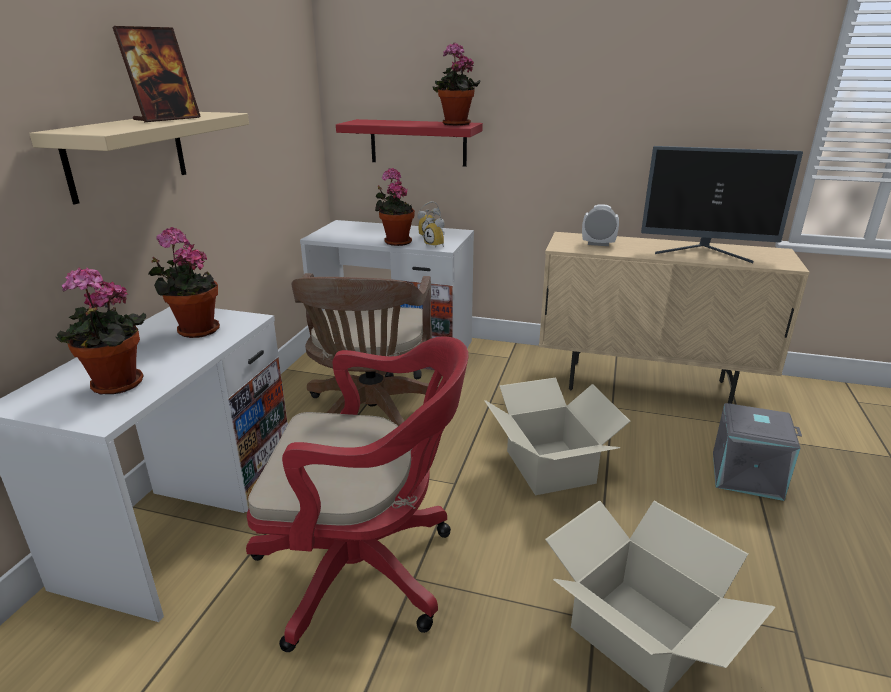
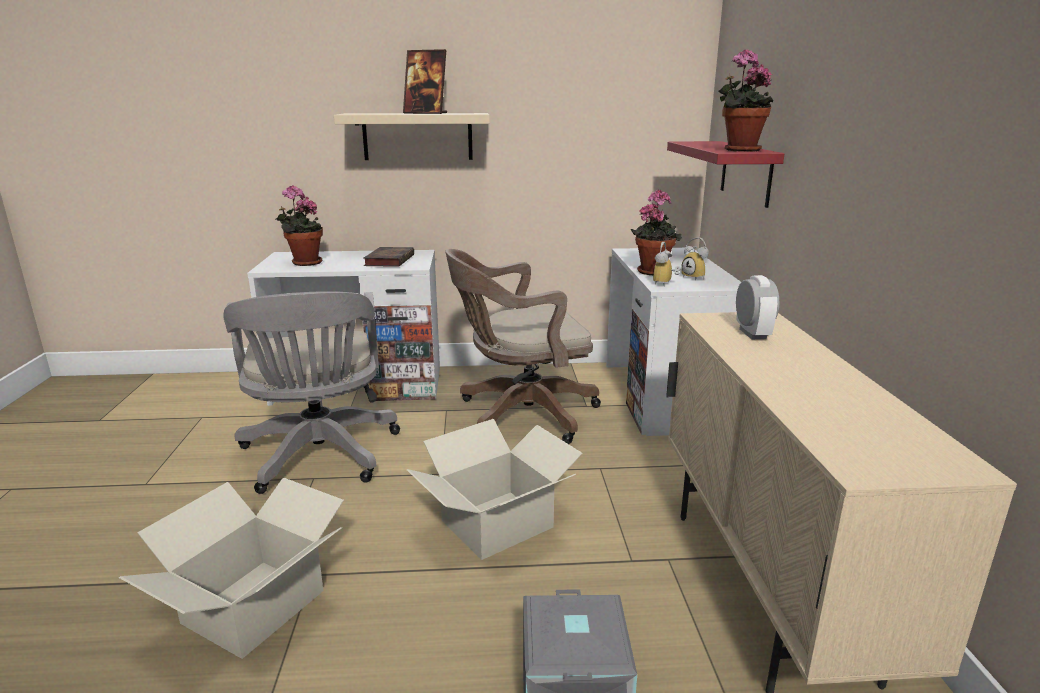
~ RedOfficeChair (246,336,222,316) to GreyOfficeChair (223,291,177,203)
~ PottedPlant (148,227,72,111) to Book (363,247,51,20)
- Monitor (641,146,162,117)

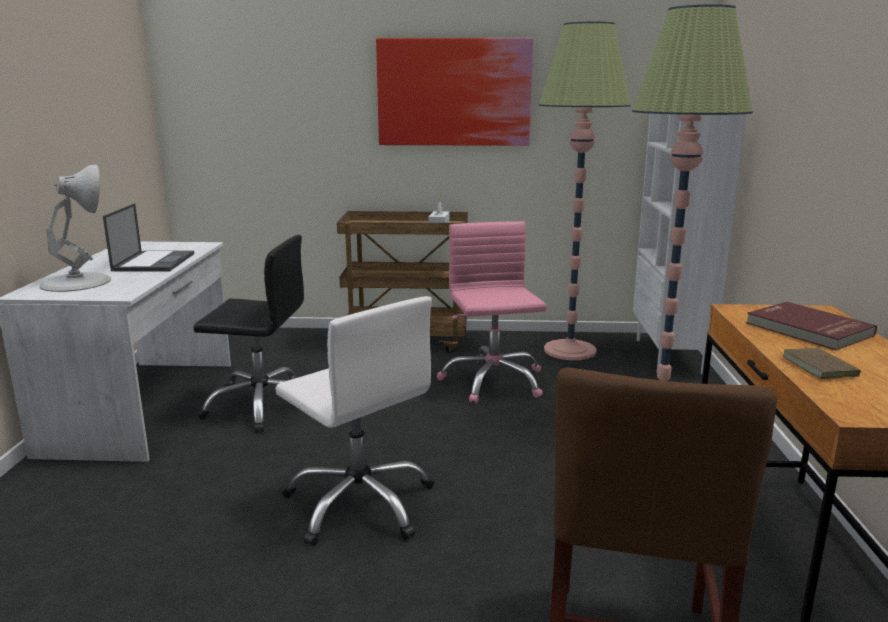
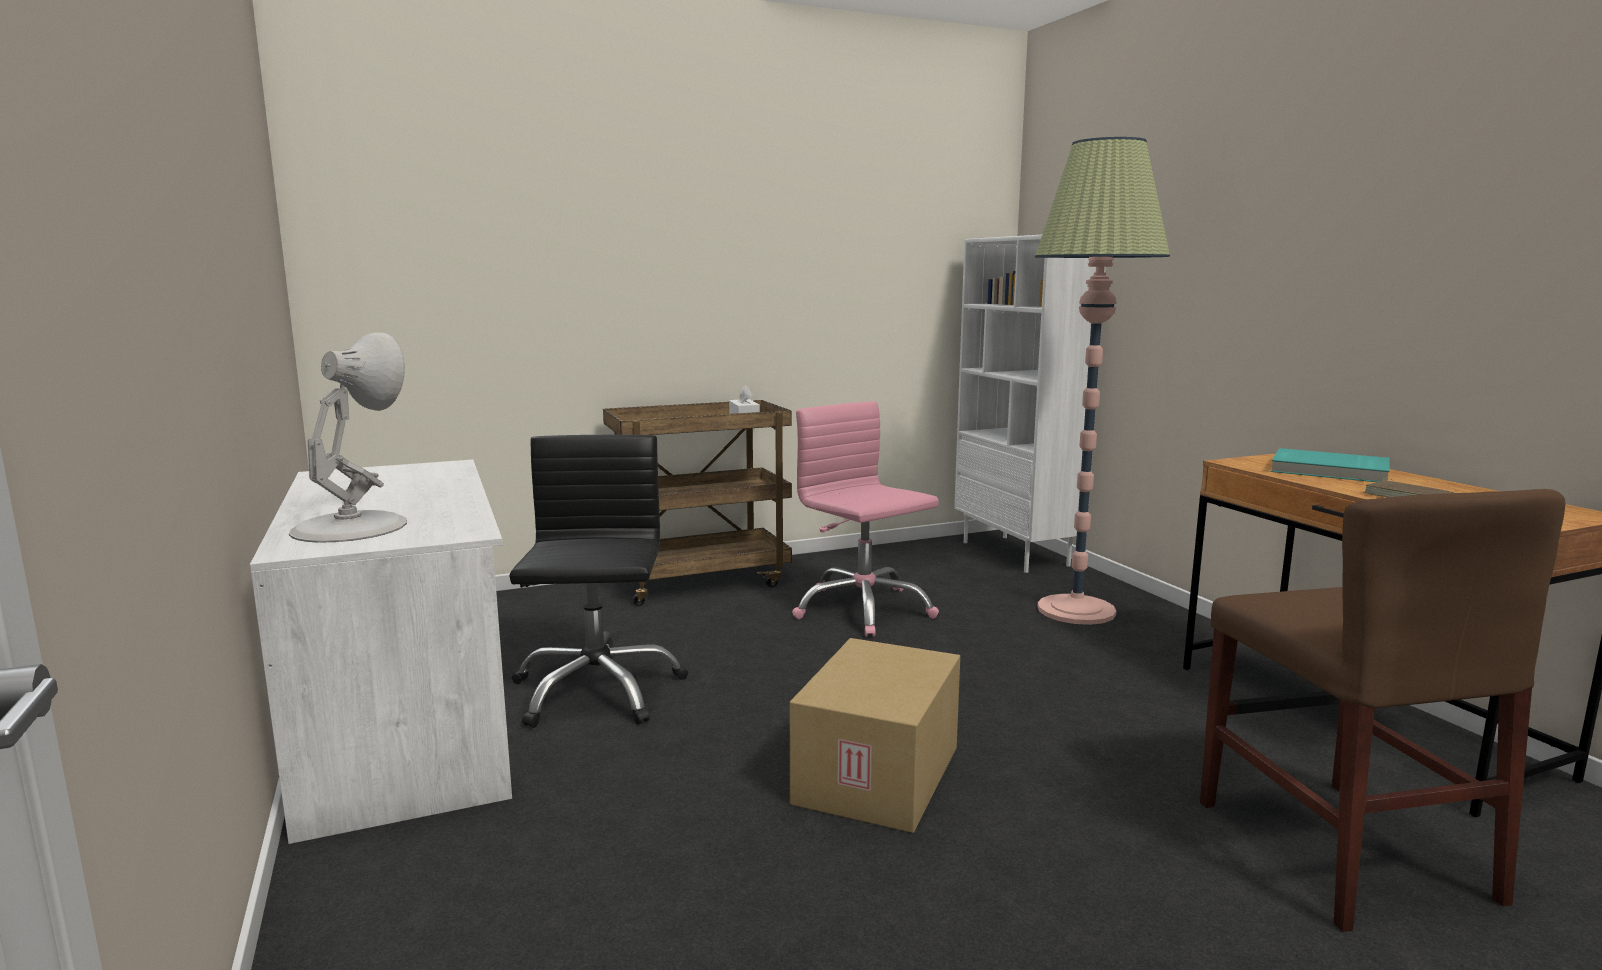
~ BlackOfficeChair (194,235,110,198) = (509,435,179,293) 75 degrees counterclockwise
~ WhiteOfficeChair (275,296,159,250) to CardboardBox (790,638,170,195)
~ RedBook (746,302,131,48) to TurquoiseBook (1271,448,119,34)
- Laptop (103,203,91,69)
- Picture (376,38,157,108)
- FloorLamp (539,22,92,338)

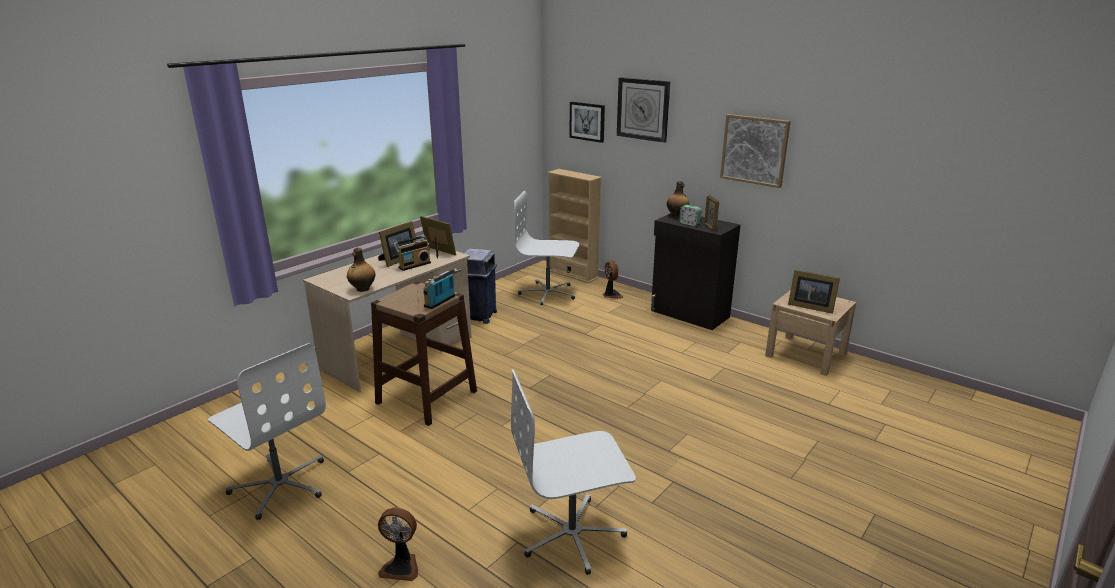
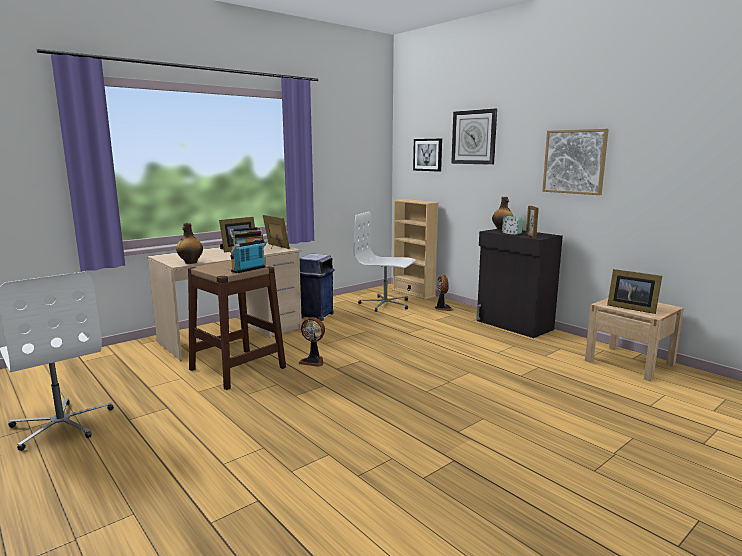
~ Fan (378,508,40,73) to (298,317,27,50)
- WhiteOfficeChair (511,369,125,206)

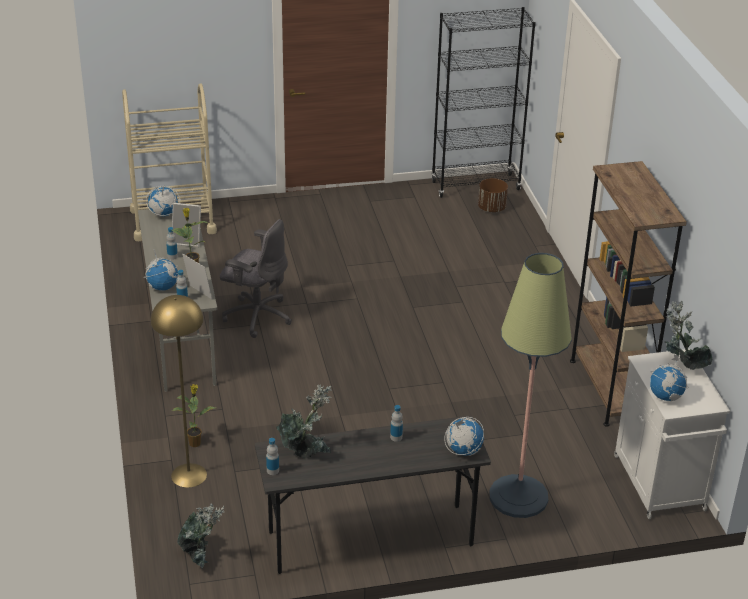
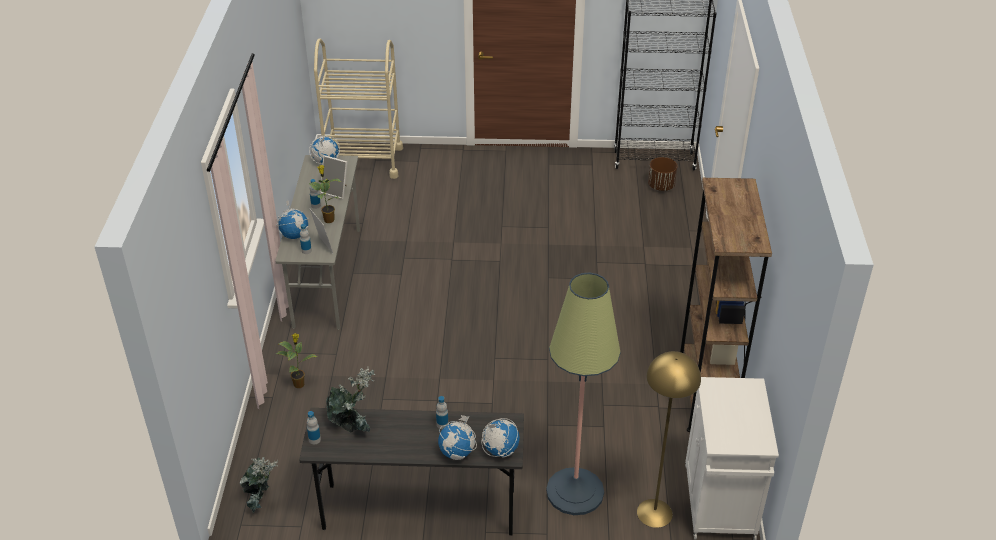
~ Globe (650,355,39,46) to (438,415,39,45)
~ YellowFloorLamp (151,295,56,193) to (637,351,64,177)
- GreyOfficeChair (220,219,72,119)
- PottedPlant (664,301,48,69)

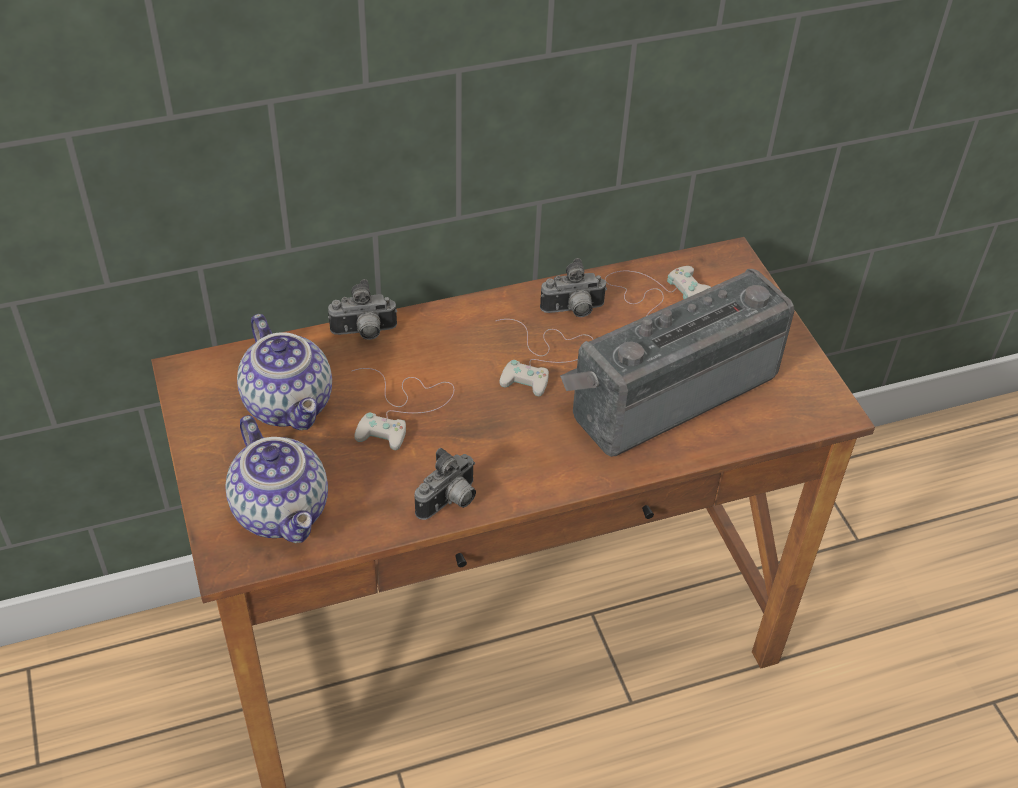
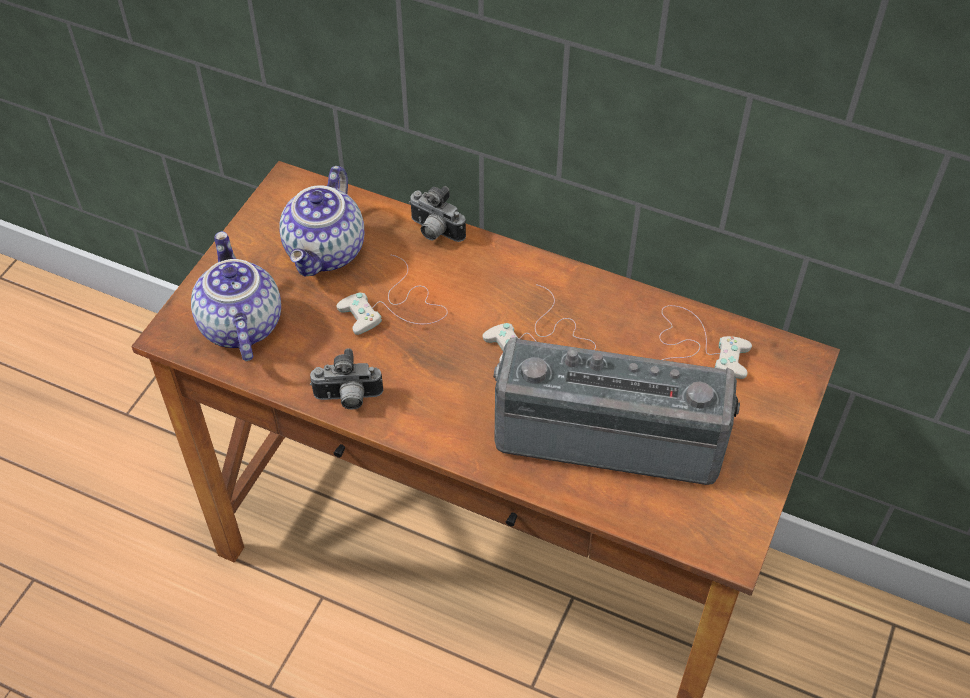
~ Teapot (225,415,103,128) = (191,231,90,130) 150 degrees clockwise
- PhotoCamera (540,258,67,59)

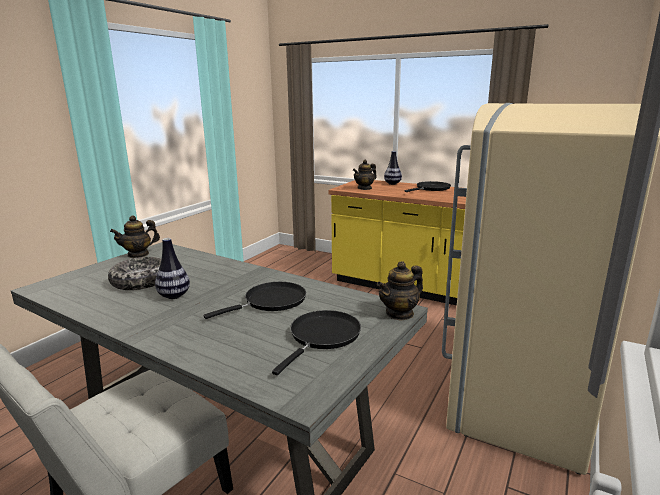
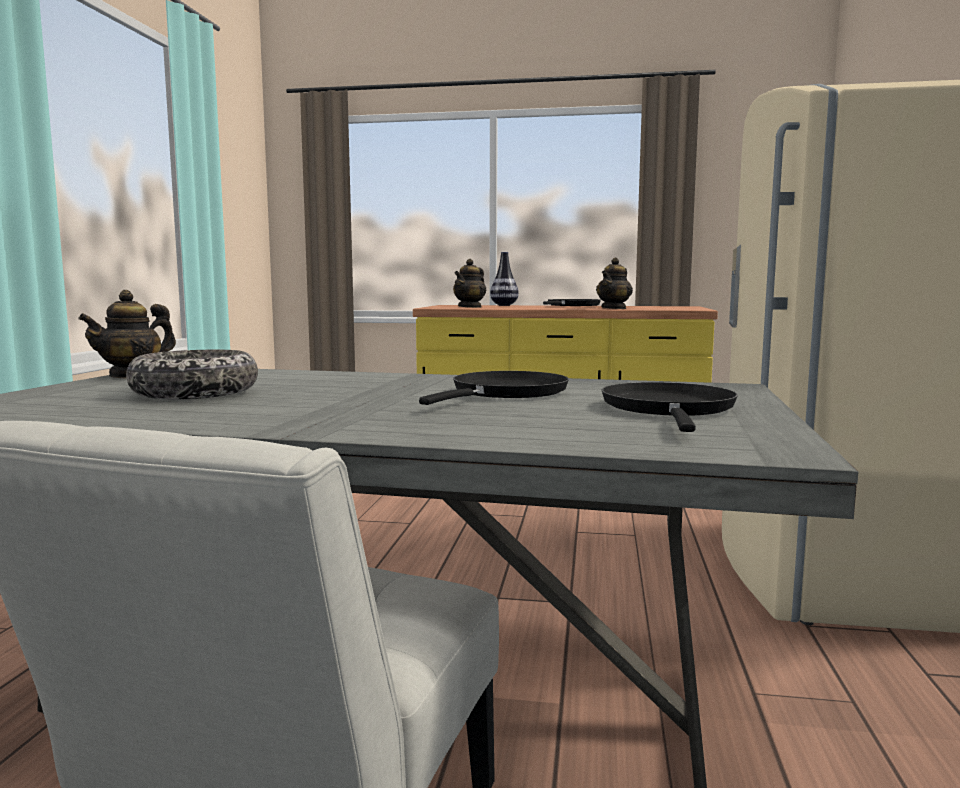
~ Teapot (377,261,46,60) to (596,258,37,51)
- Vase (155,238,35,61)

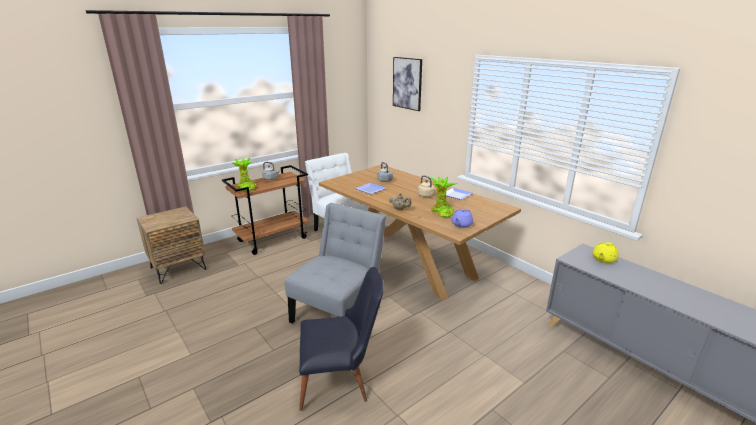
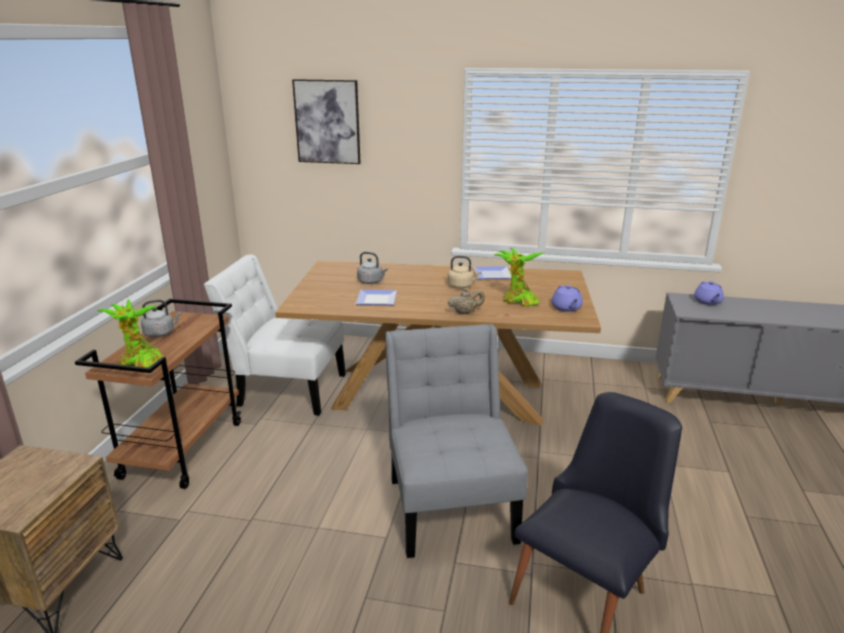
~ YellowTeapot (593,243,25,20) to PurpleTeapot (694,281,30,24)

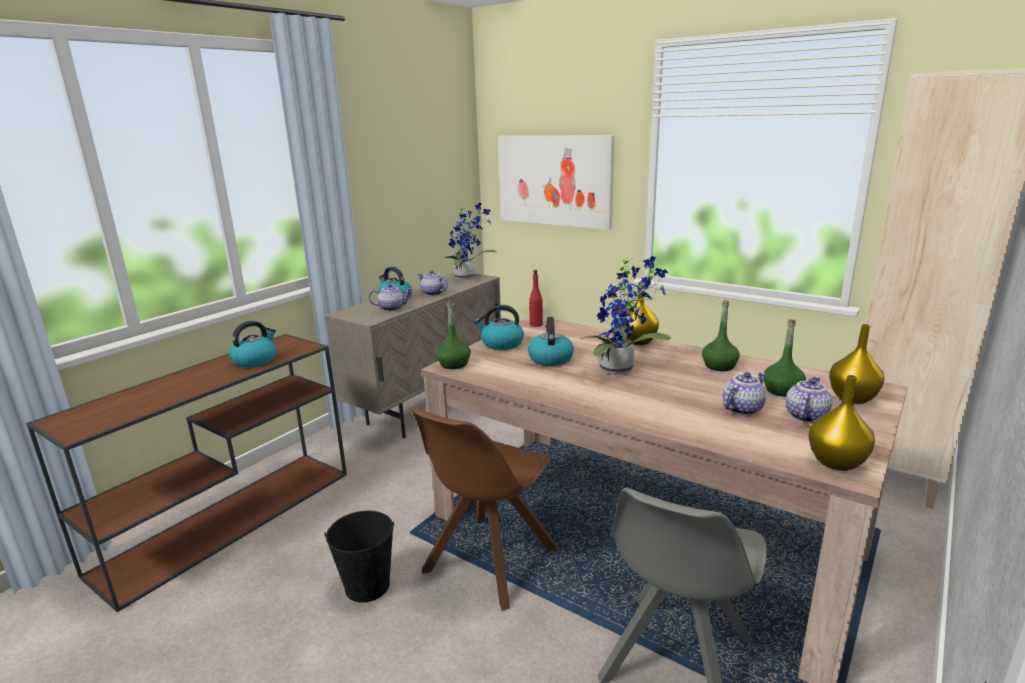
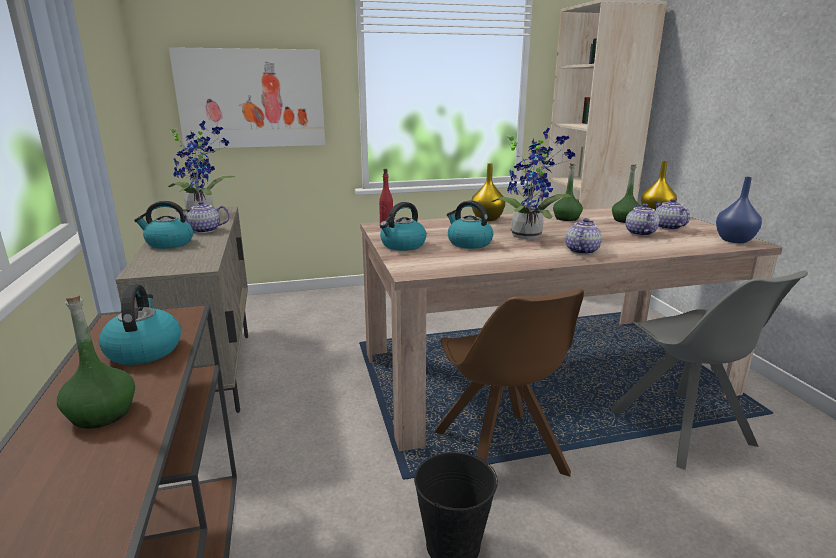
~ GreenBottle (436,301,35,68) to (57,295,78,134)
~ Teapot (369,284,43,27) to (566,218,36,37)
~ YellowVase (808,375,67,96) to BlueVase (716,177,46,66)

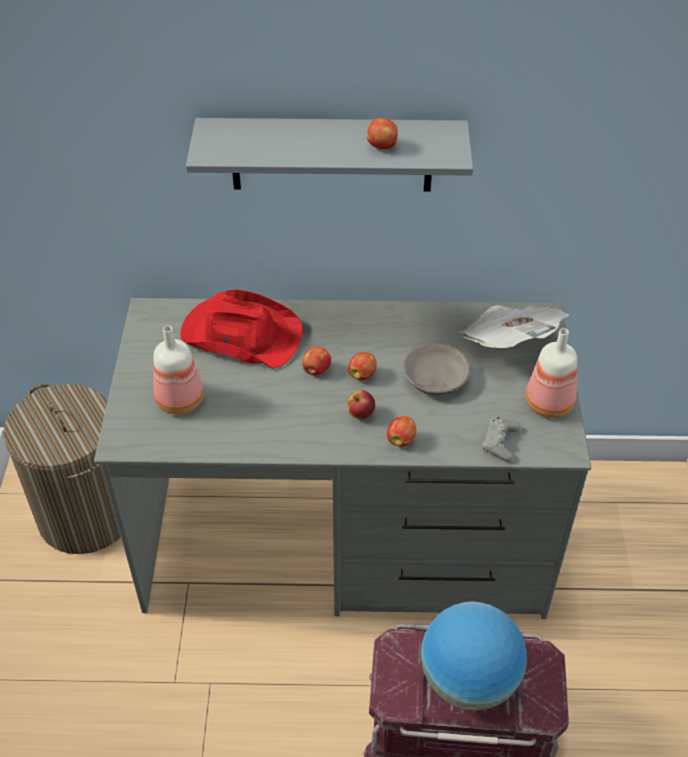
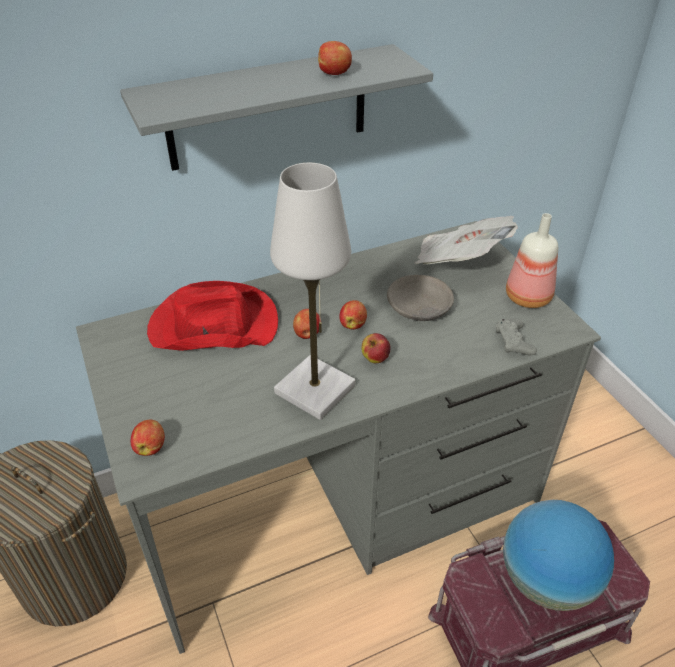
~ Apple (387,416,29,31) to (131,419,34,37)
+ WhiteTableLamp (270,163,85,257)
- Bottle (153,326,51,88)

